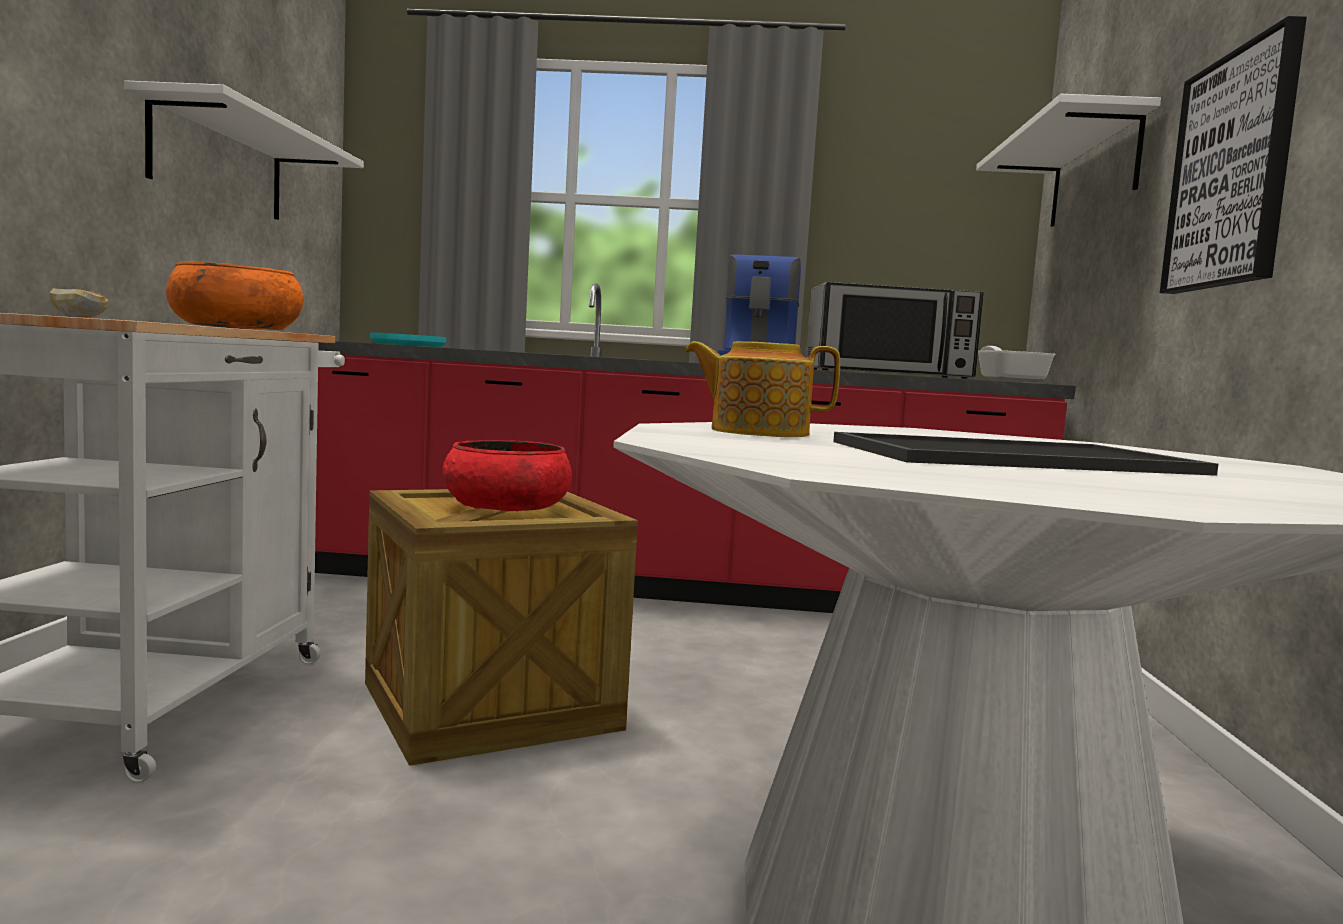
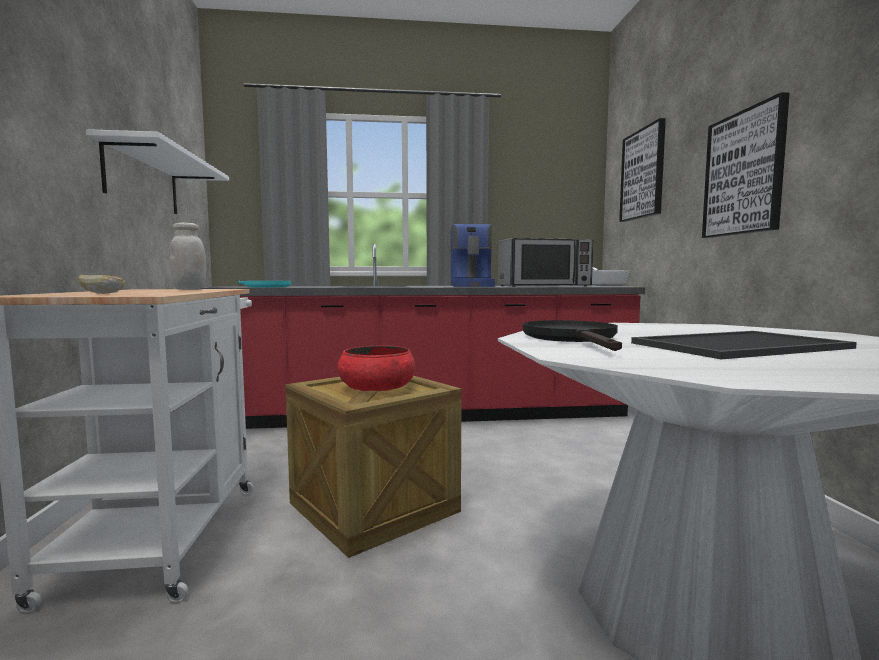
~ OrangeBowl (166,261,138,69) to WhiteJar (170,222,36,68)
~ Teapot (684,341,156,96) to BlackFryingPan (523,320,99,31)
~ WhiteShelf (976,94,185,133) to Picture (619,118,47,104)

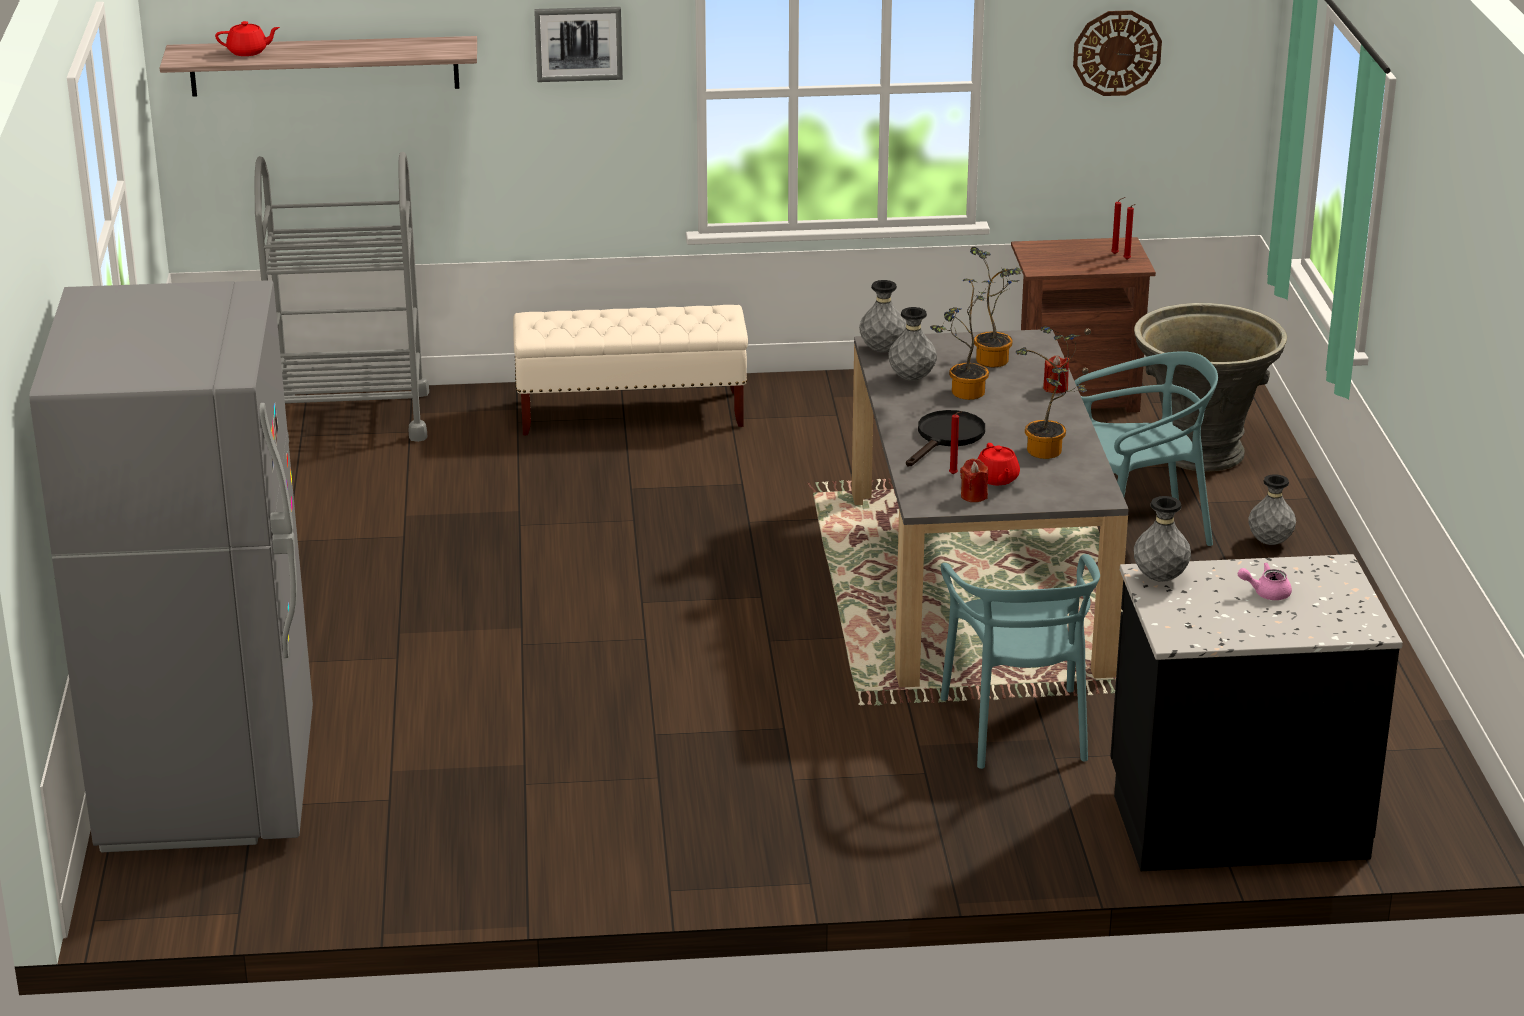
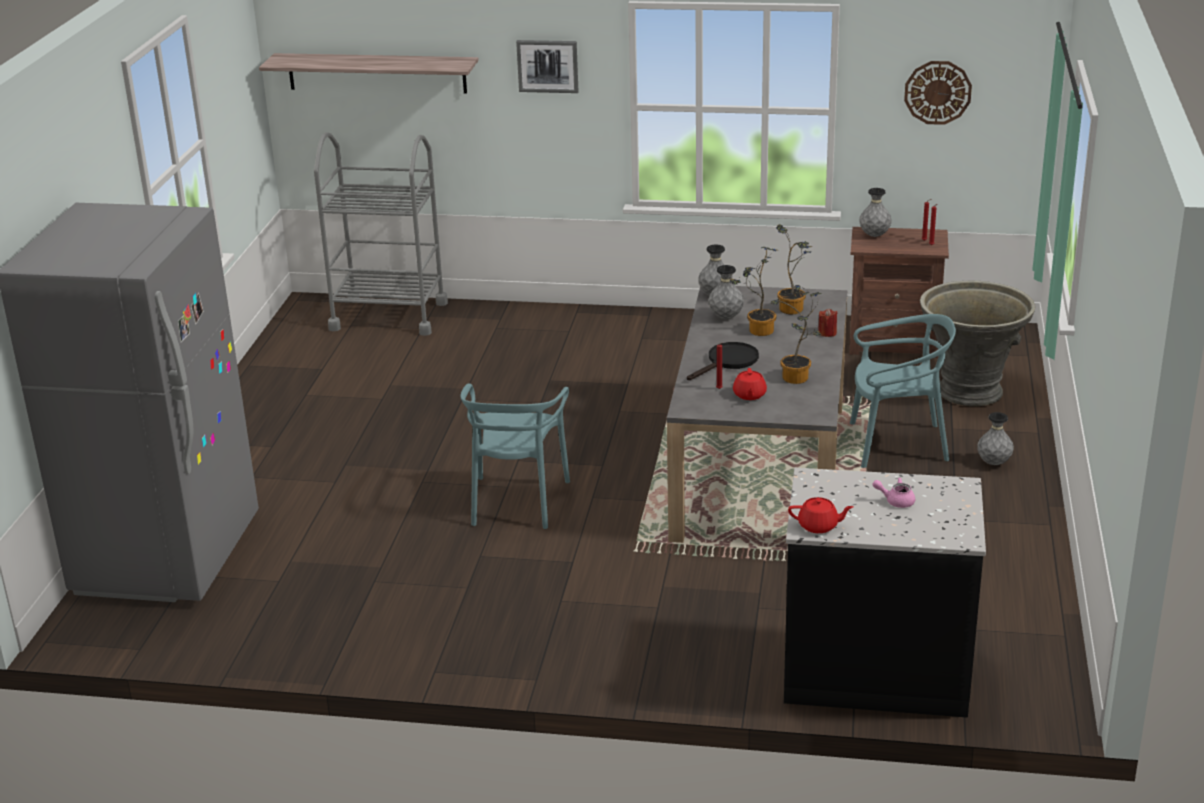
~ TurquoiseChair (940,554,160,215) to (460,384,110,145)
~ RedTeapot (215,21,65,35) to (788,497,65,36)
~ GreyVase (1134,496,57,86) to (859,188,33,49)
- BeigeBench (513,305,235,130)
- RedCandle (960,458,28,44)

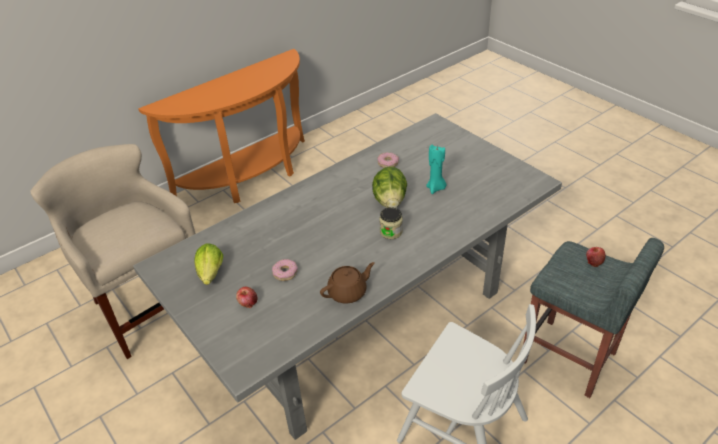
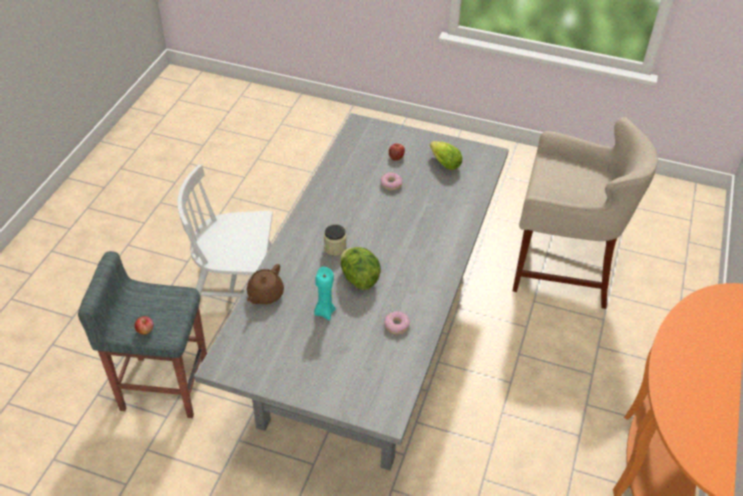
~ BrownTeapot (320,262,55,42) to (247,264,37,40)

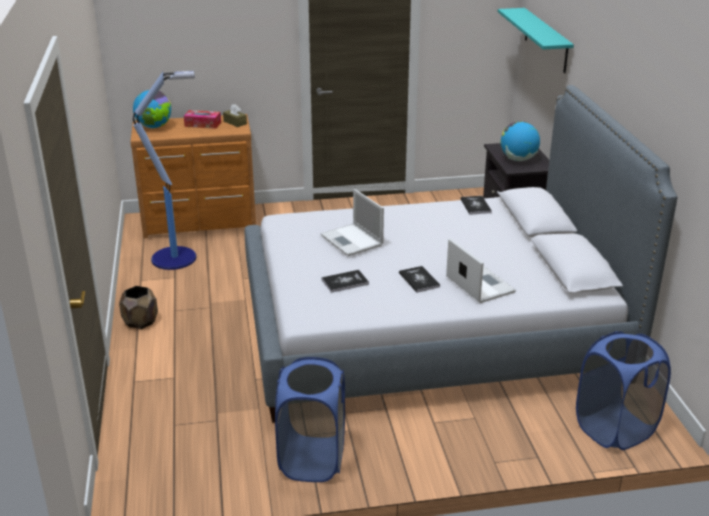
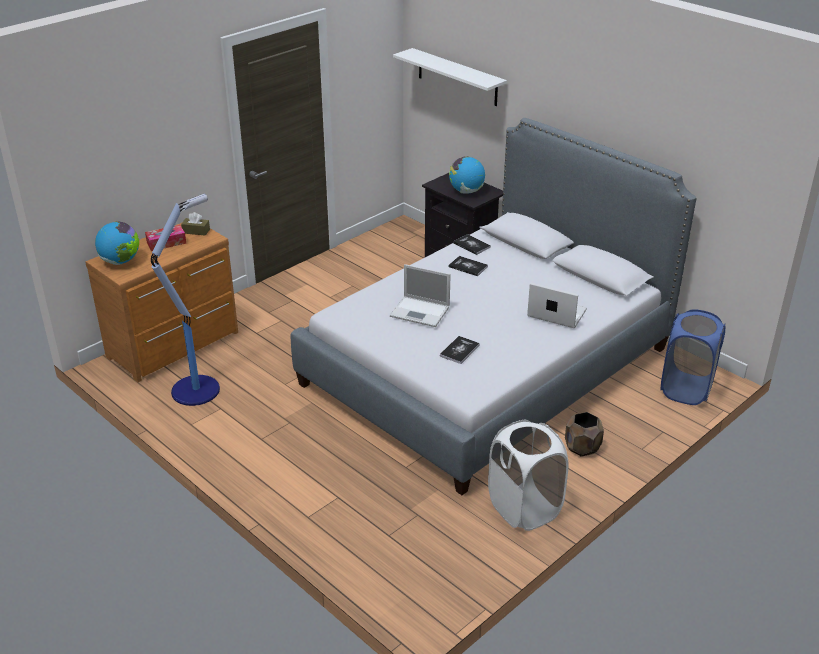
~ TurquoiseShelf (498,8,76,65) to WhiteShelf (393,48,114,58)
~ Book (399,266,41,27) to (448,256,40,20)
~ BlueLaundryBasket (275,357,70,125) to WhiteLaundryBasket (488,420,80,111)
~ BrownPlanter (119,286,39,43) to (565,412,39,45)

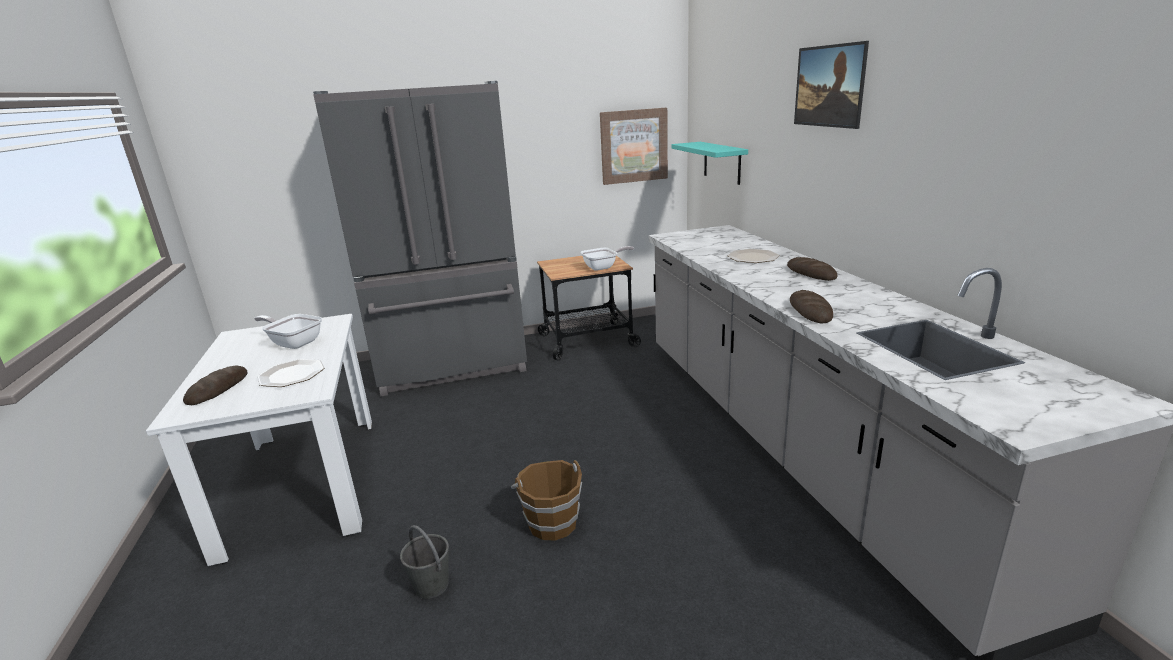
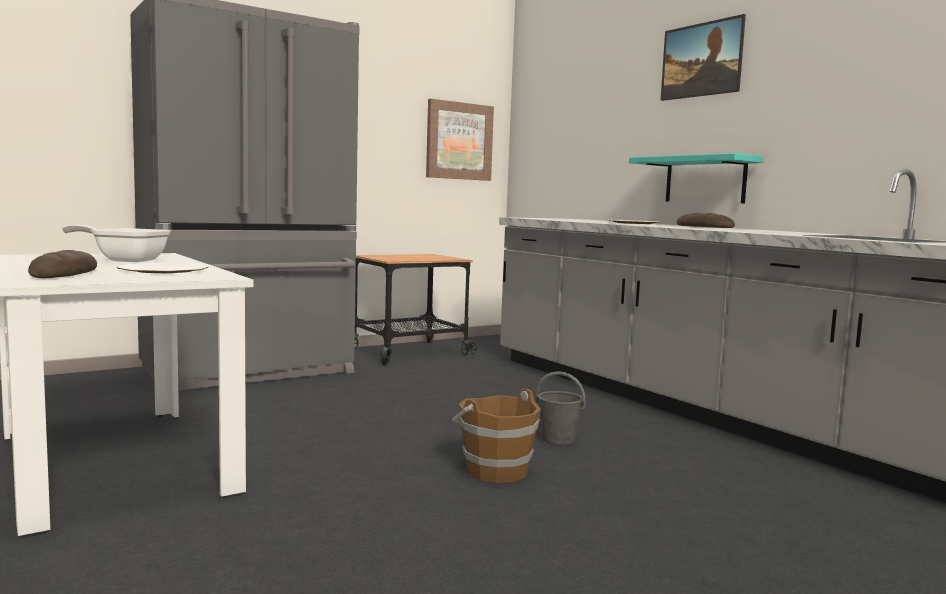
~ GreyBucket (400,525,49,74) to (535,371,51,74)
~ TurquoiseShelf (672,142,76,43) to (629,153,135,50)
- FryingPan (581,246,53,25)
- Bread (790,290,43,33)

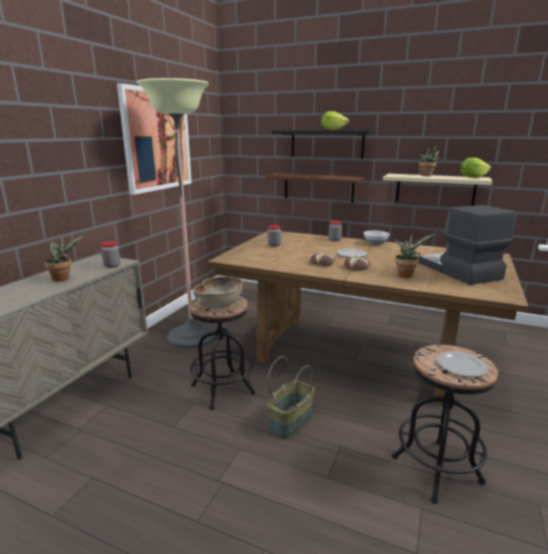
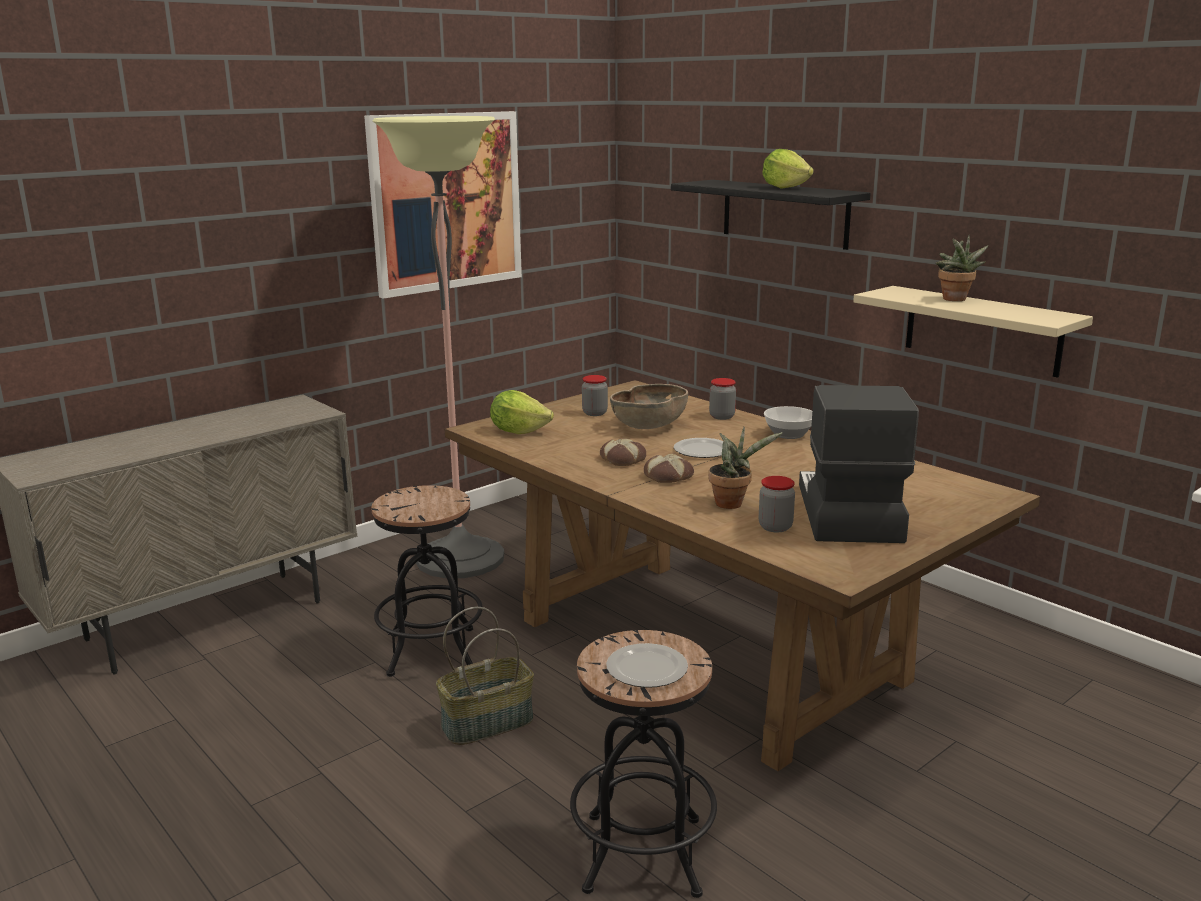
~ Lettuce (460,157,31,21) to (490,390,64,44)
~ BrownBowl (193,276,50,33) to (610,384,78,45)
~ Jar (101,242,19,26) to (759,476,36,56)
- PottedPlant (45,236,38,45)
- BrownShelf (266,173,99,30)

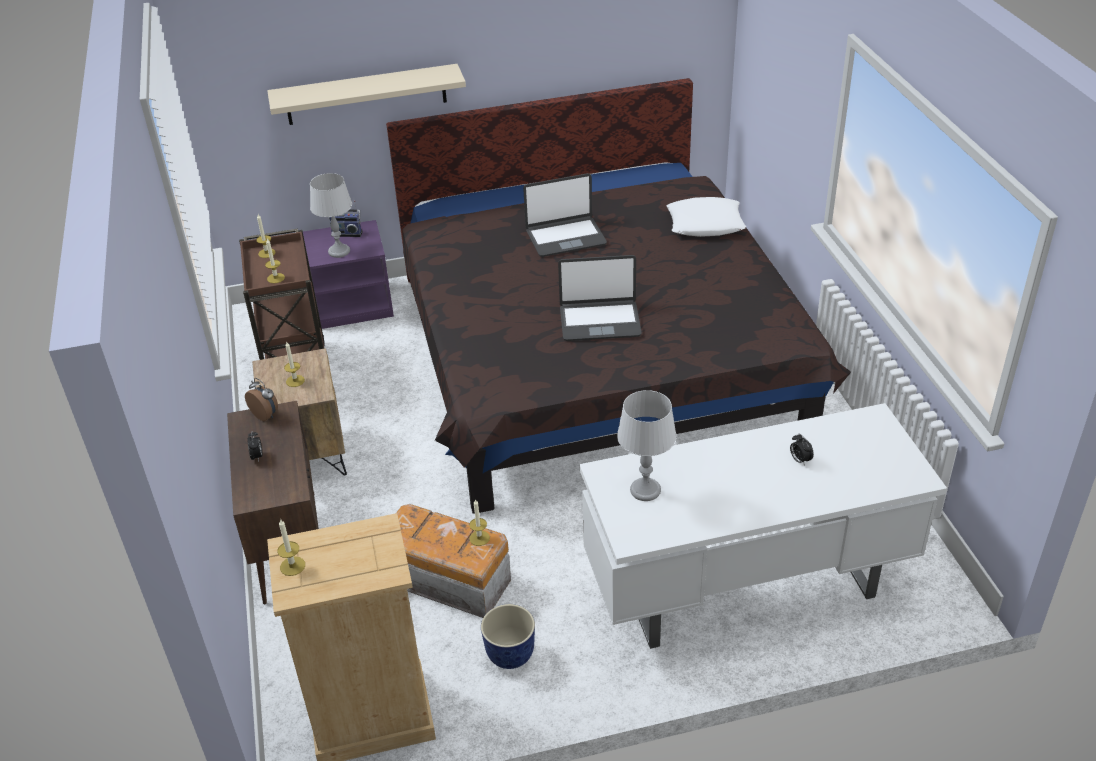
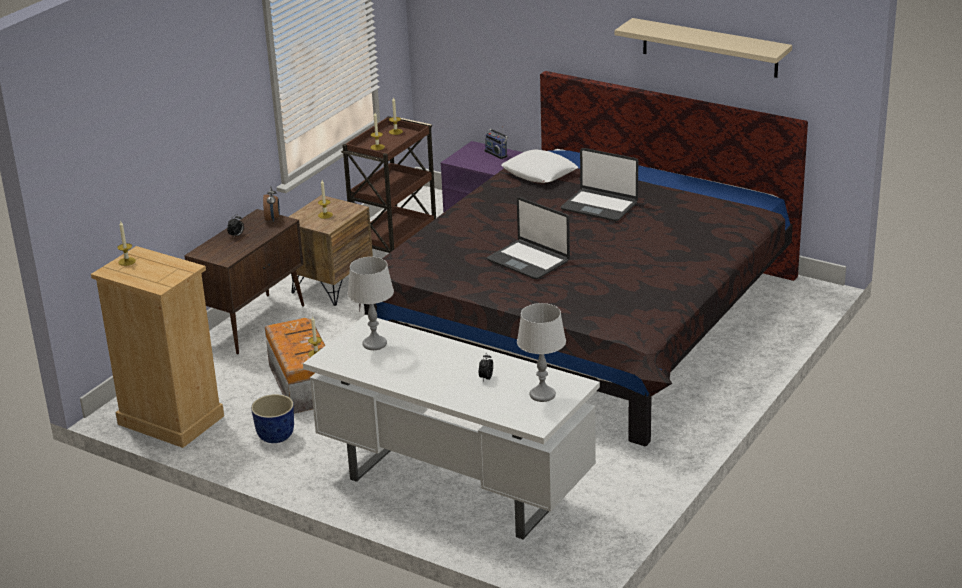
~ WhitePillow (667,197,79,40) to (501,150,77,33)
~ GreyTableLamp (310,173,42,85) to (517,303,49,99)
~ BeigeShelf (267,64,199,61) to (615,18,177,60)

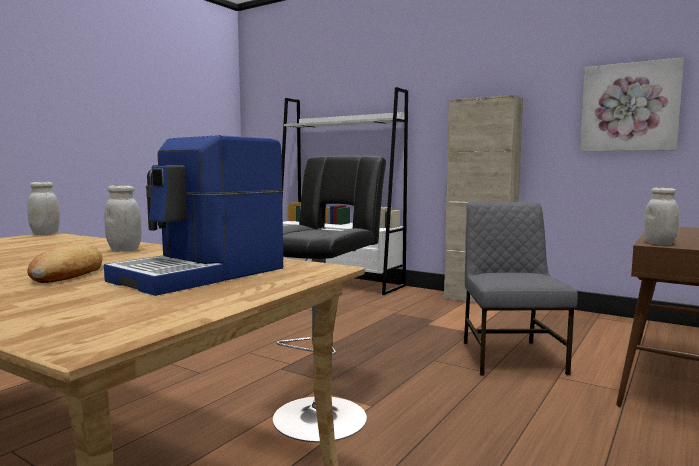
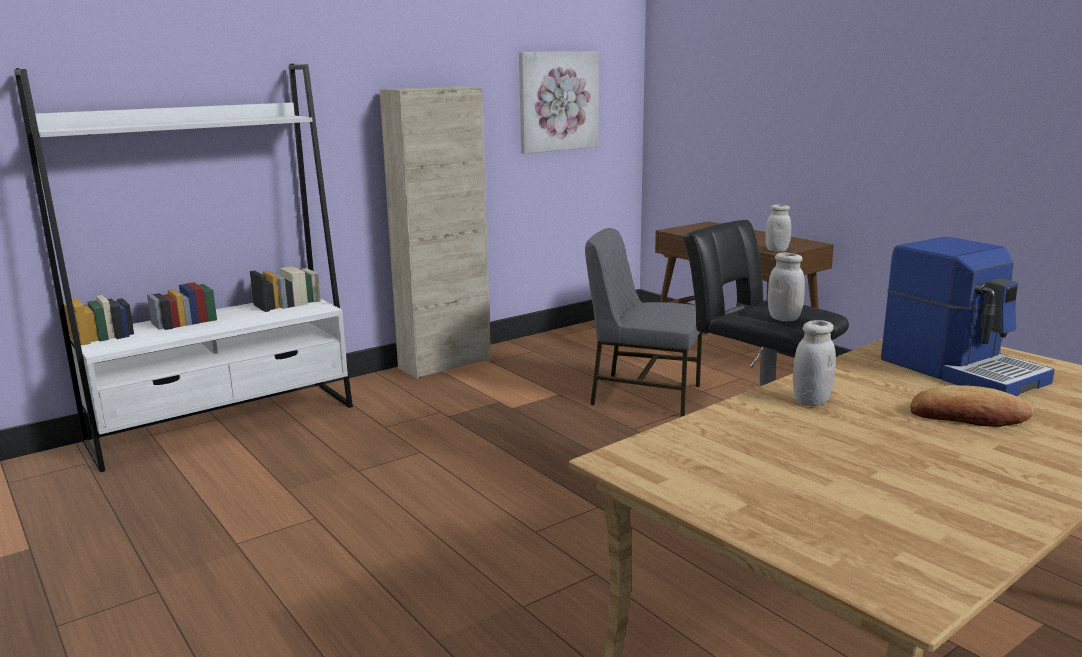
~ WhiteJar (27,182,33,53) to (768,253,37,68)

